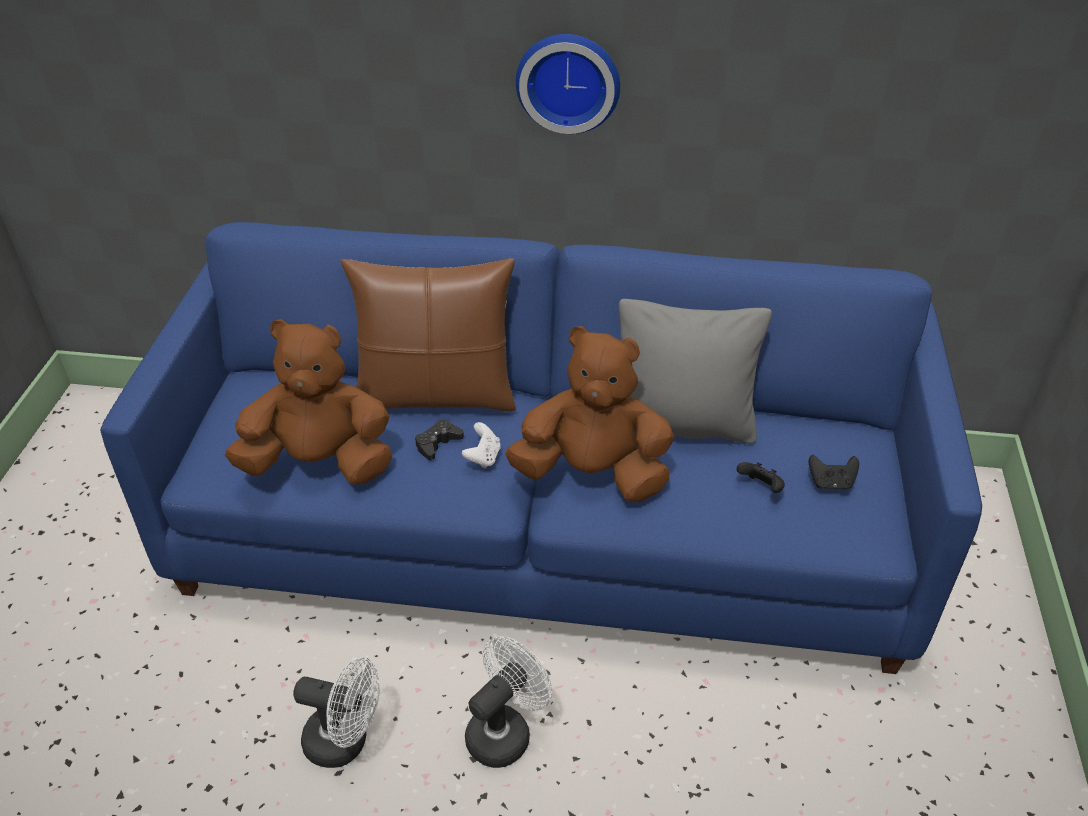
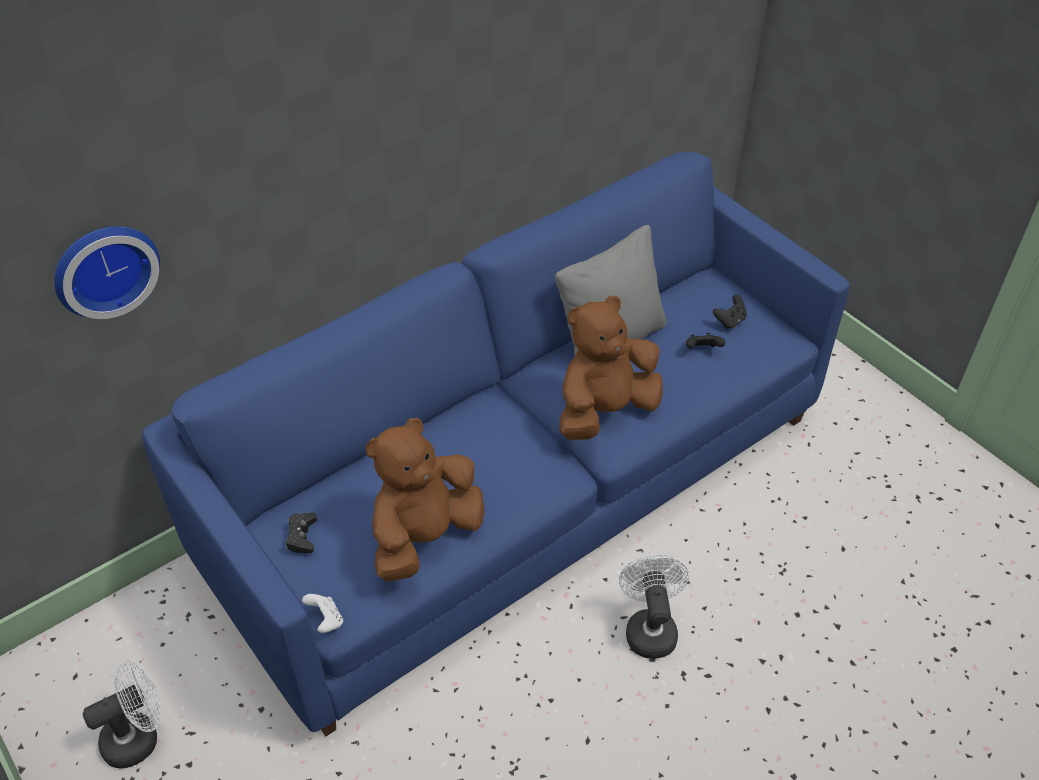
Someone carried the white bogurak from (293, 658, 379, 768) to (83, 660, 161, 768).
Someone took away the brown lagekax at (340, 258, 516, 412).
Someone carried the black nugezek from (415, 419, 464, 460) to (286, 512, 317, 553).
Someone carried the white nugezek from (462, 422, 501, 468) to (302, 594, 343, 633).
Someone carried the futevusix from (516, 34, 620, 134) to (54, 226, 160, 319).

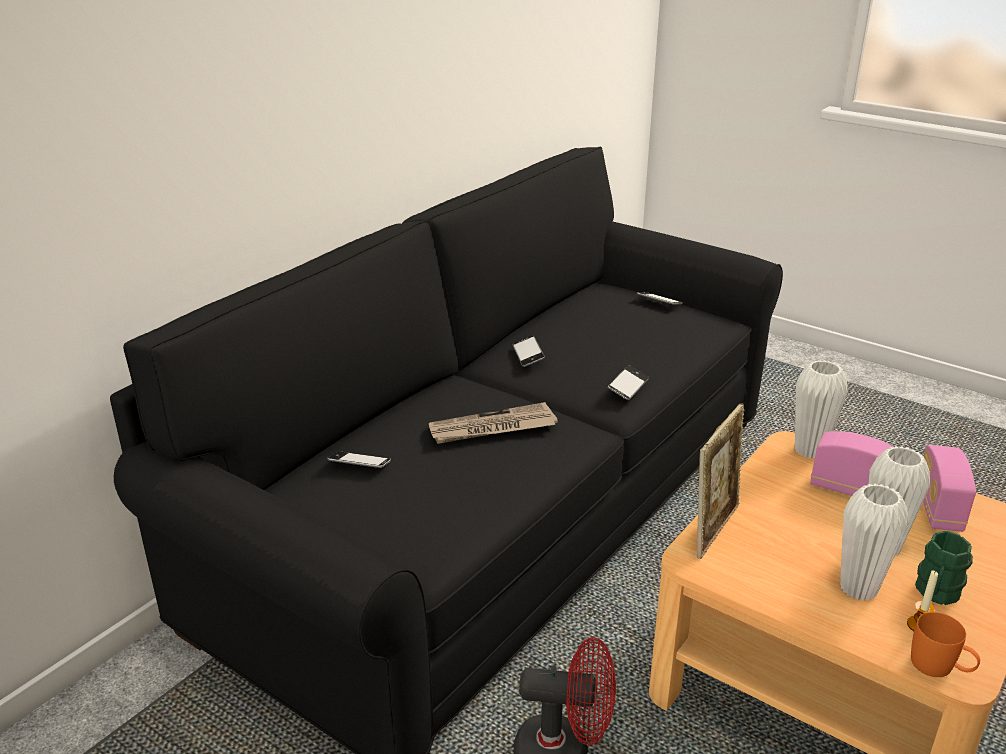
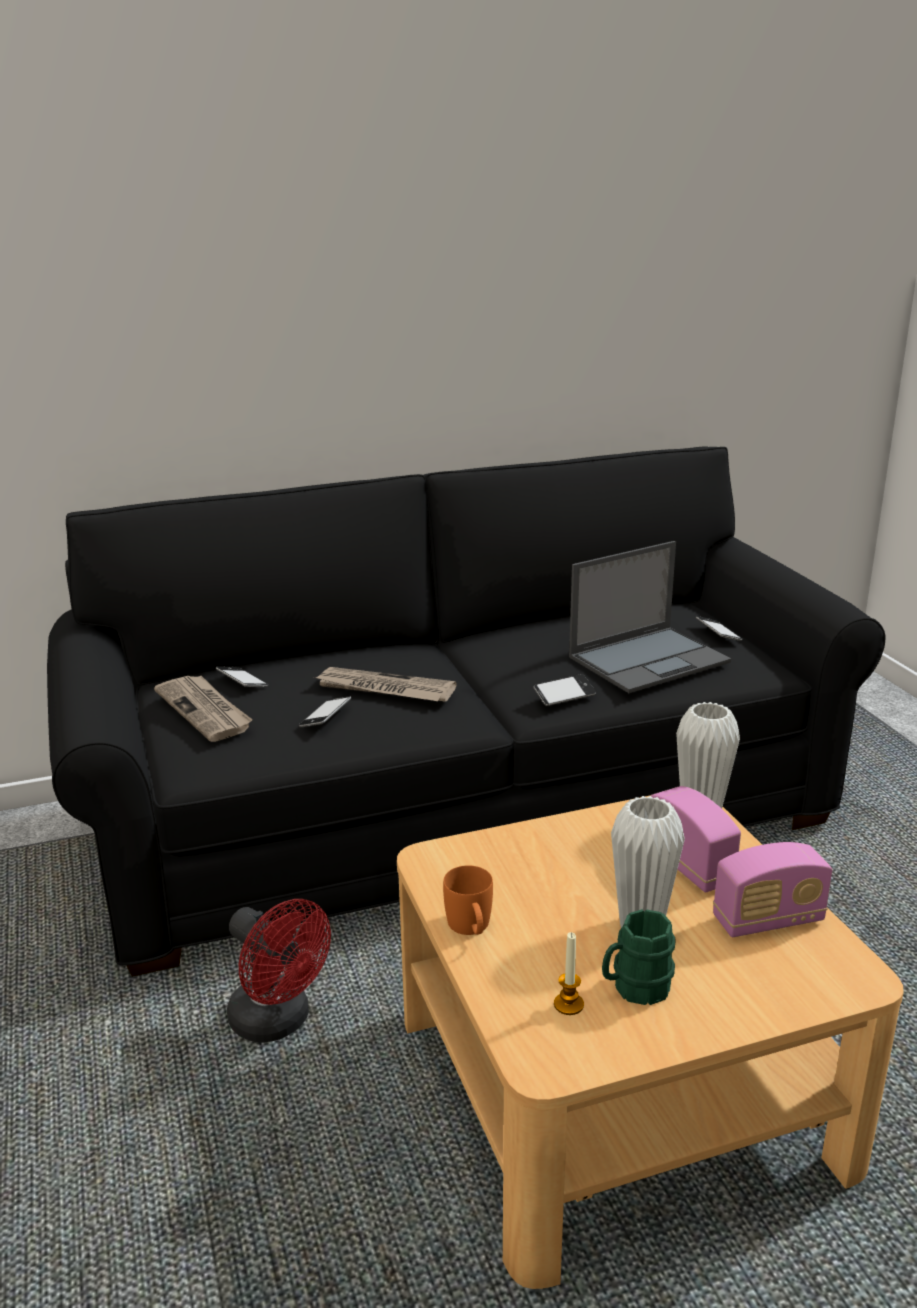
Someone carried the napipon from (513, 335, 545, 367) to (299, 696, 351, 728).
Someone took away the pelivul at (697, 403, 745, 559).
Someone took away the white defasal at (840, 484, 908, 601).
Someone carried the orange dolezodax from (911, 612, 980, 677) to (443, 865, 493, 935).
Someone rotated the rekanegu at (923, 445, 976, 532) by 150 degrees counterclockwise.
Someone put down the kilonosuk at (154, 676, 253, 742).
Someone put down the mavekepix at (569, 541, 731, 693).

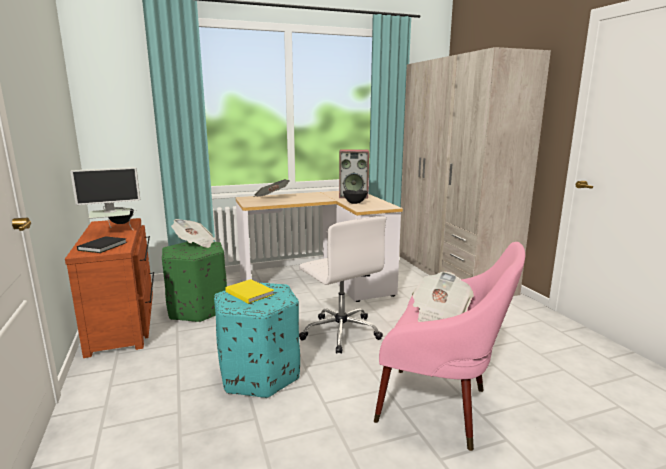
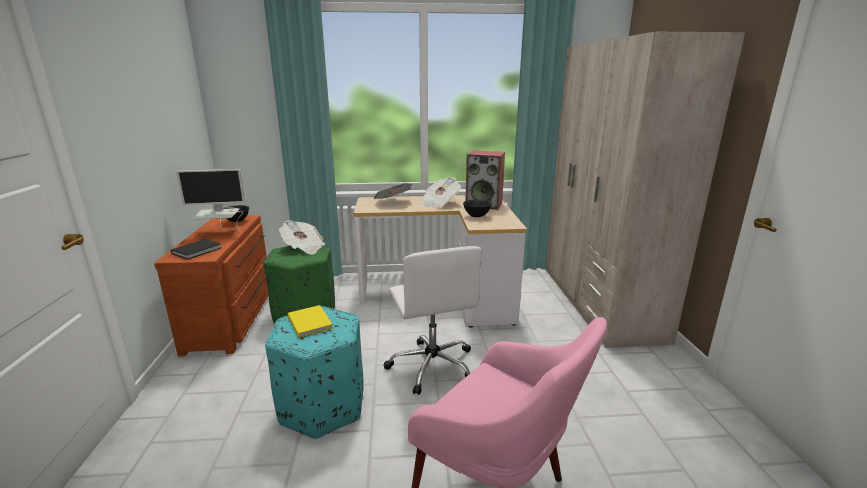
Someone carried the kilonosuk from (412, 271, 474, 322) to (420, 177, 461, 208).

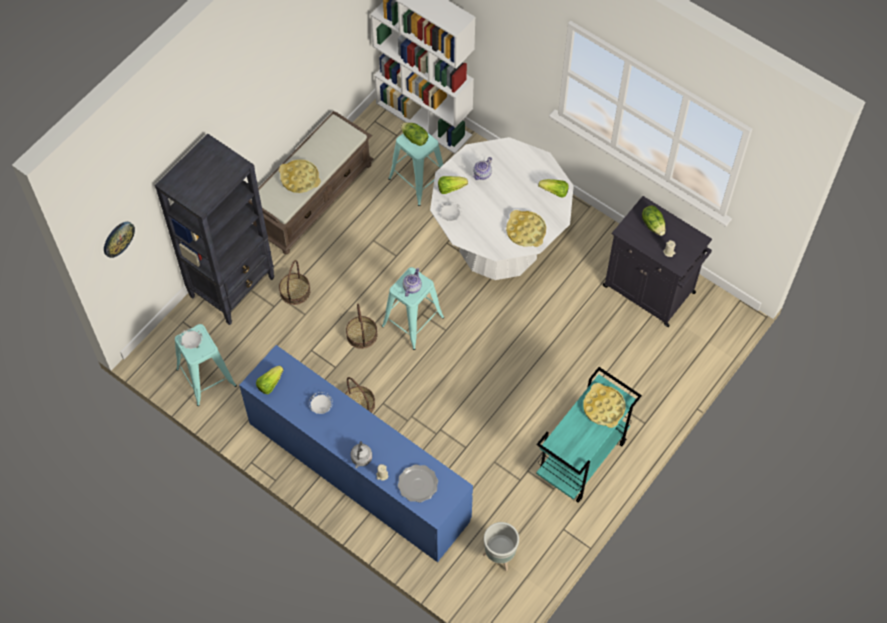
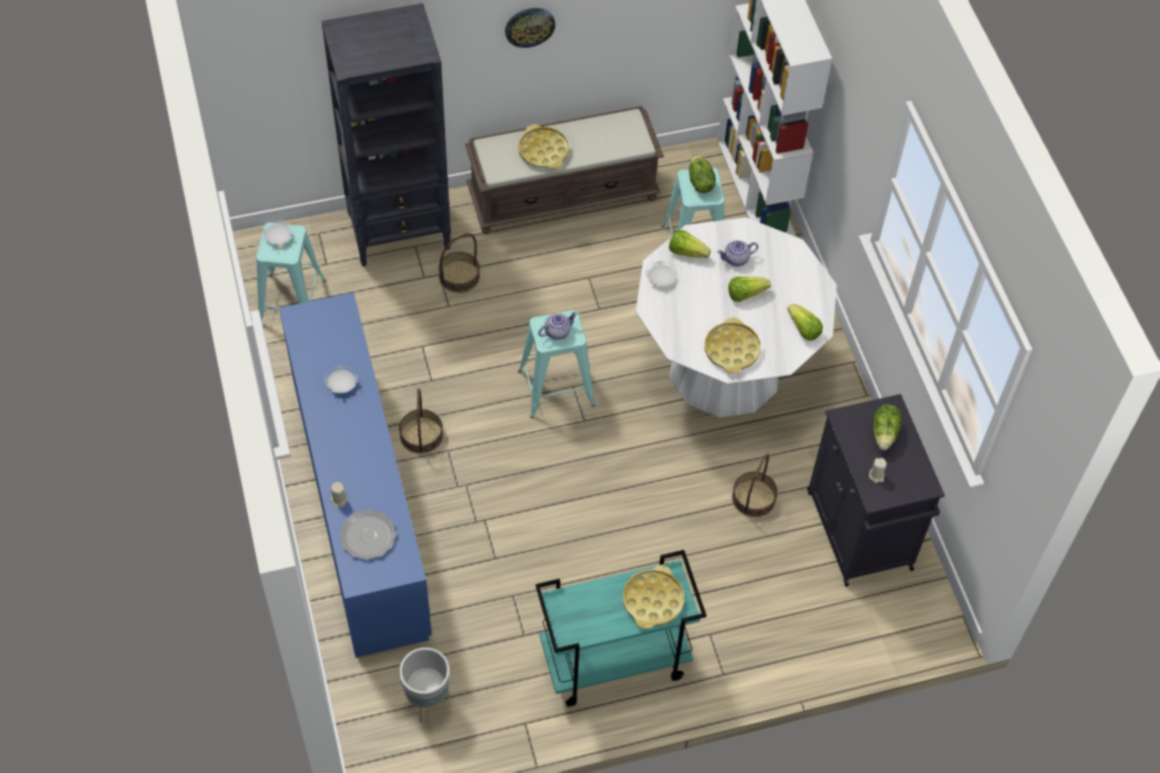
Someone carried the futevusix from (104, 222, 135, 258) to (505, 8, 555, 48).
Someone carried the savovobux from (256, 366, 283, 394) to (728, 276, 771, 302).
Someone carried the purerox from (346, 304, 377, 349) to (732, 454, 778, 517).
Someone took away the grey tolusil at (350, 441, 372, 468).

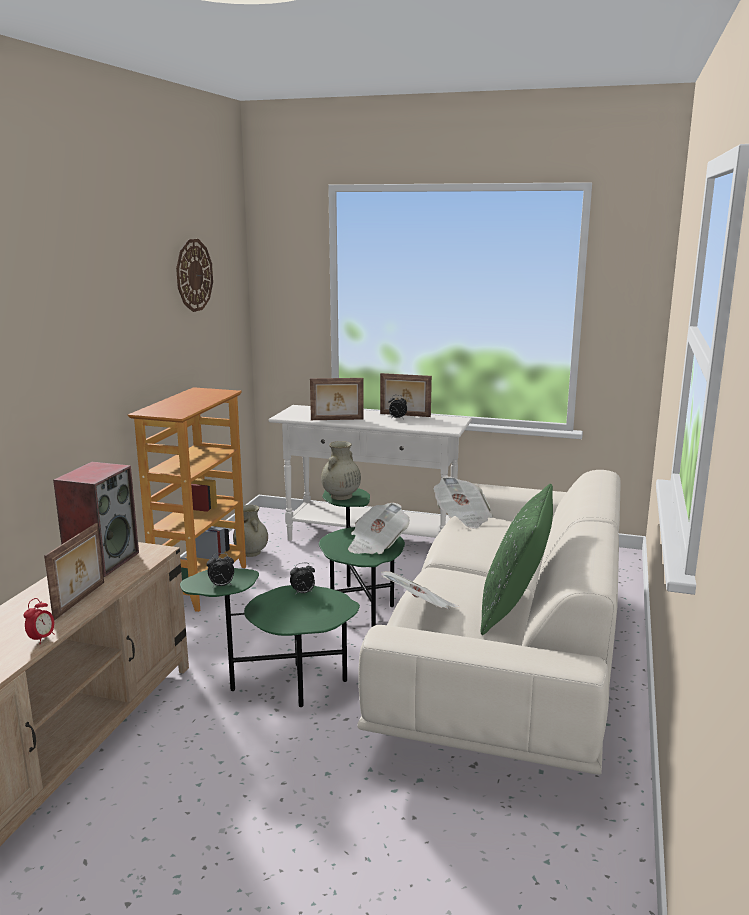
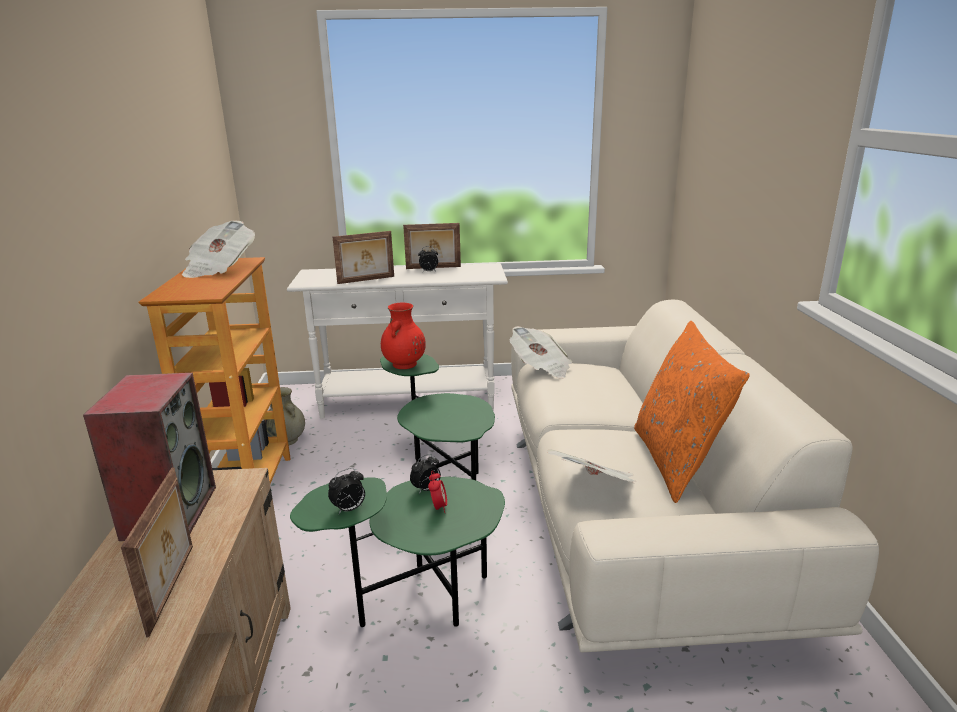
Someone carried the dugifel from (23, 598, 55, 645) to (428, 470, 447, 513).
Someone took away the futevusix at (176, 239, 213, 312).
Someone repainted the beige defasal at (321, 441, 361, 500), which became the red defasal at (381, 302, 426, 369).
Someone carried the kilonosuk from (348, 503, 410, 554) to (182, 220, 255, 278).
Someone repainted the green lagekax at (481, 484, 553, 635), which became the orange lagekax at (634, 321, 750, 503).

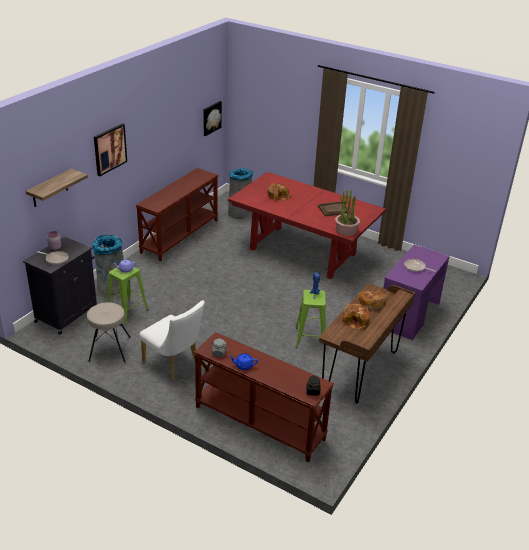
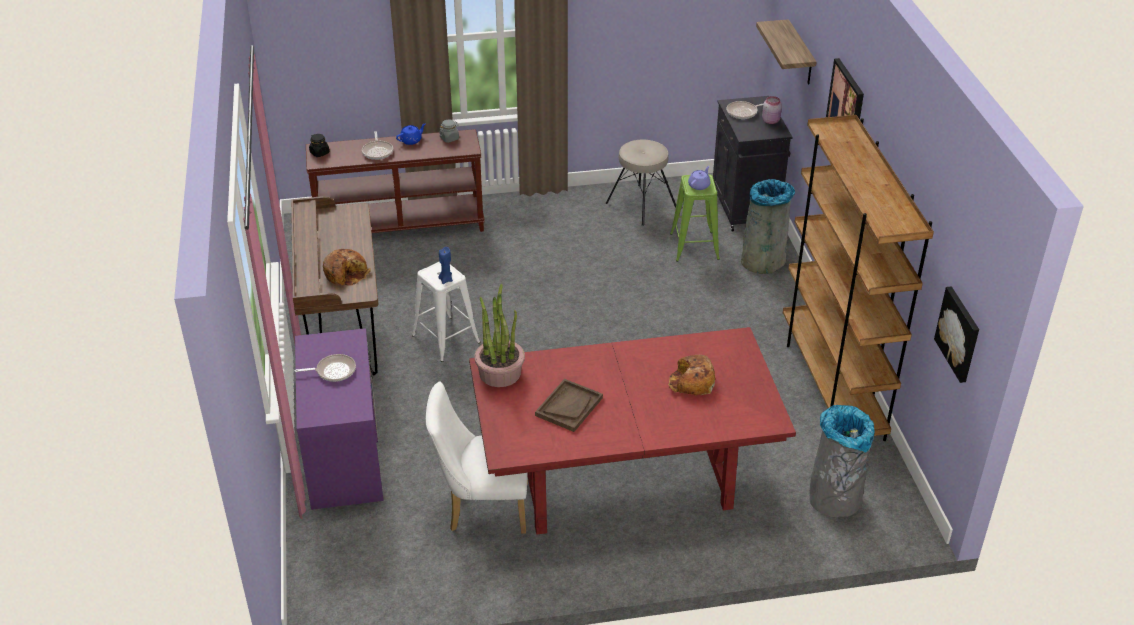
Someone swapped the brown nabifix at (136, 168, 218, 261) for the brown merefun at (783, 115, 934, 441).
Someone carried the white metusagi from (139, 300, 205, 381) to (425, 381, 528, 534).
Someone repainted the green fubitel at (295, 290, 326, 350), which became the white fubitel at (412, 262, 480, 362).
Someone took away the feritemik at (342, 304, 370, 329).
Someone put down the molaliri at (362, 131, 393, 160).

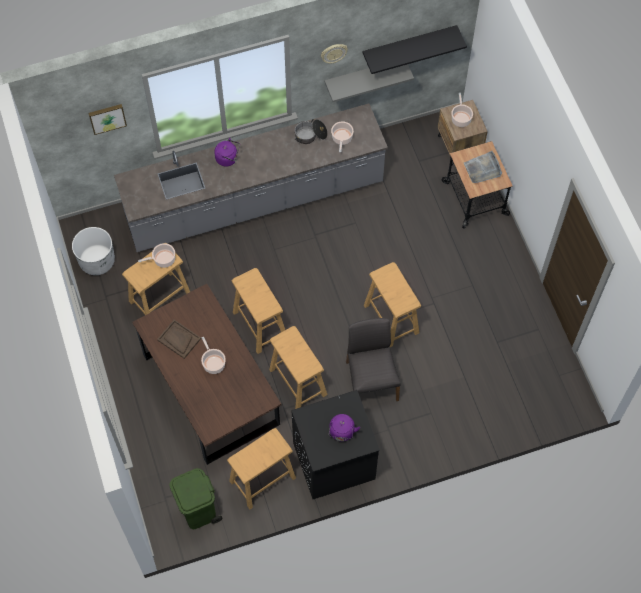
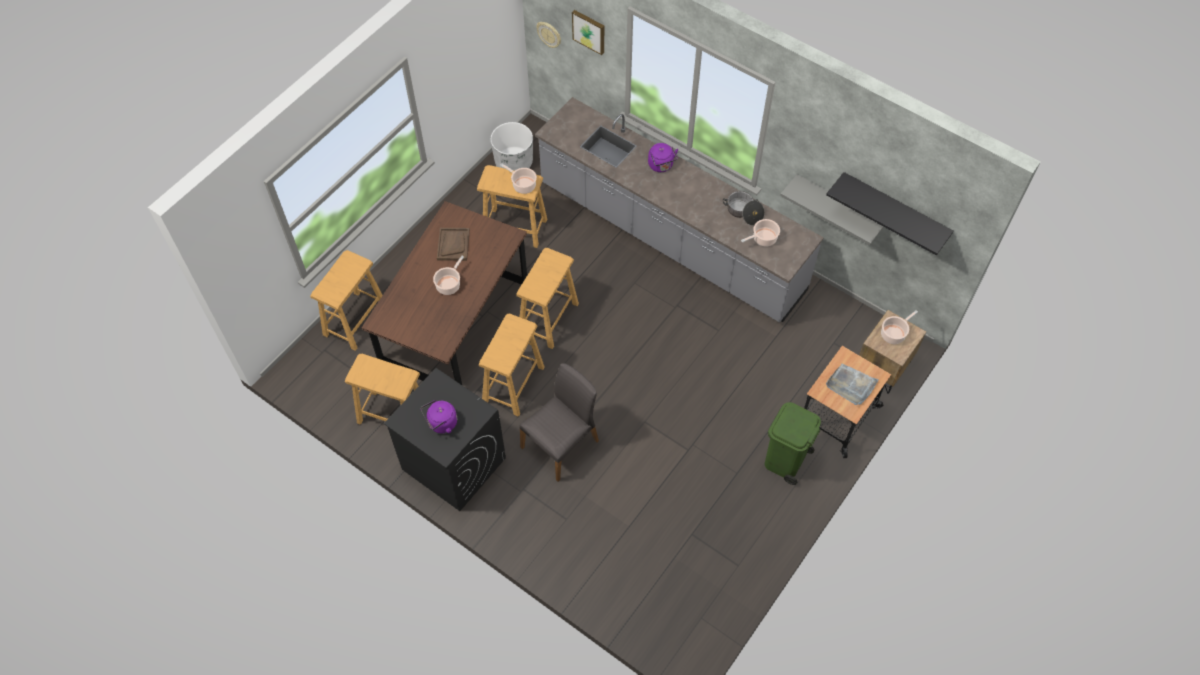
Someone carried the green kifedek from (169, 468, 223, 529) to (765, 402, 821, 485).
Someone carried the futevusix from (321, 44, 348, 64) to (536, 22, 561, 48).
Someone carried the beige fubitel from (364, 262, 421, 347) to (310, 250, 383, 351).

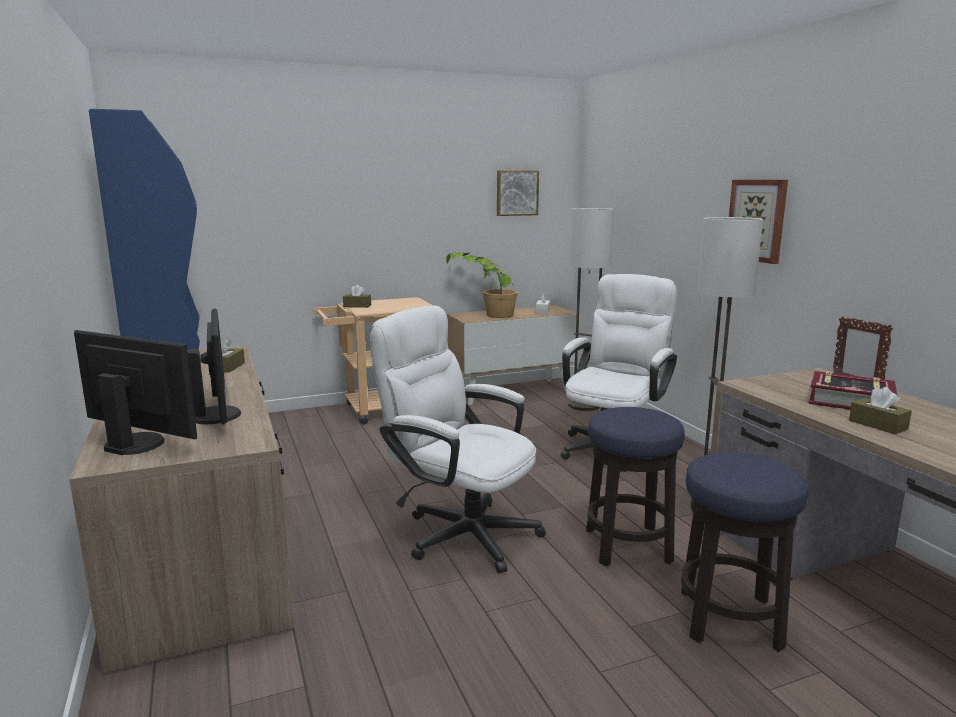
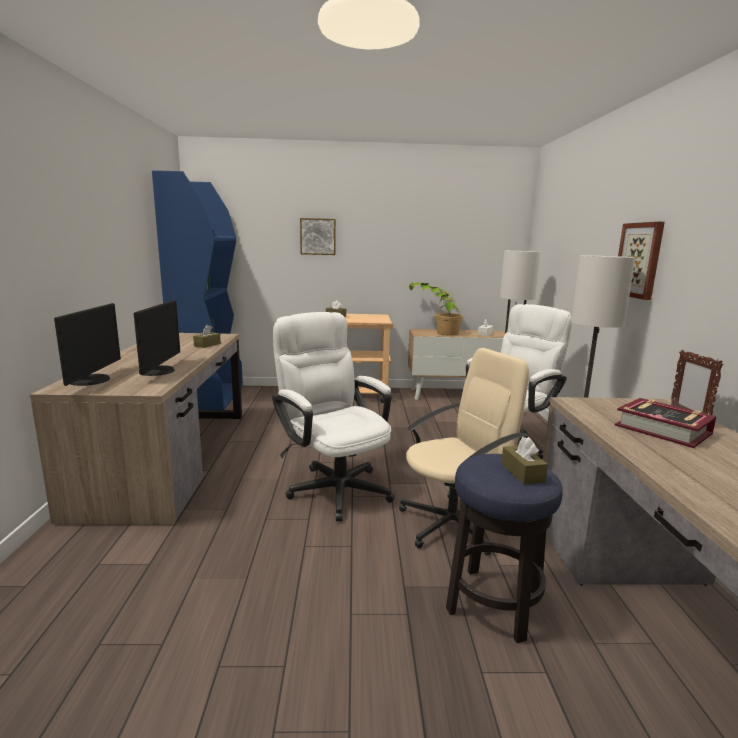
Someone rotated the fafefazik at (74, 330, 197, 455) by 45 degrees clockwise.
Someone carried the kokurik from (497, 170, 539, 216) to (300, 218, 336, 255).
Someone swapped the fubitel at (586, 407, 685, 567) for the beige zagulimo at (399, 348, 529, 555).
Someone carried the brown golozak from (849, 387, 912, 434) to (501, 437, 548, 484).

